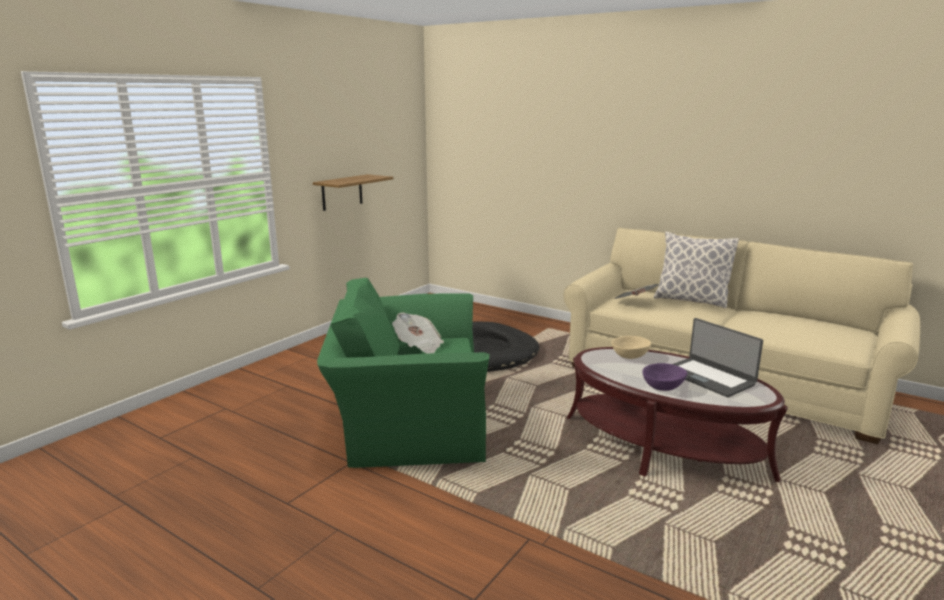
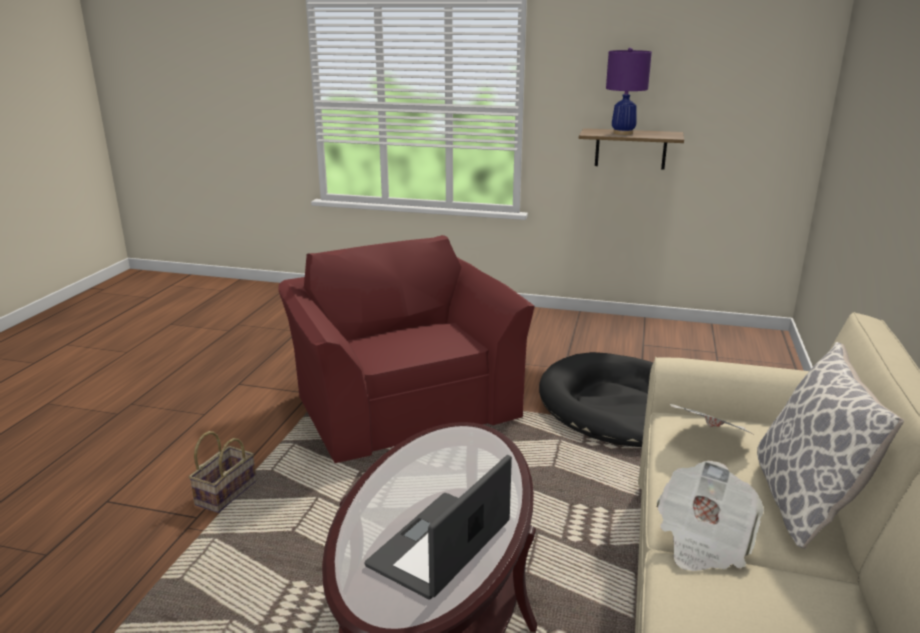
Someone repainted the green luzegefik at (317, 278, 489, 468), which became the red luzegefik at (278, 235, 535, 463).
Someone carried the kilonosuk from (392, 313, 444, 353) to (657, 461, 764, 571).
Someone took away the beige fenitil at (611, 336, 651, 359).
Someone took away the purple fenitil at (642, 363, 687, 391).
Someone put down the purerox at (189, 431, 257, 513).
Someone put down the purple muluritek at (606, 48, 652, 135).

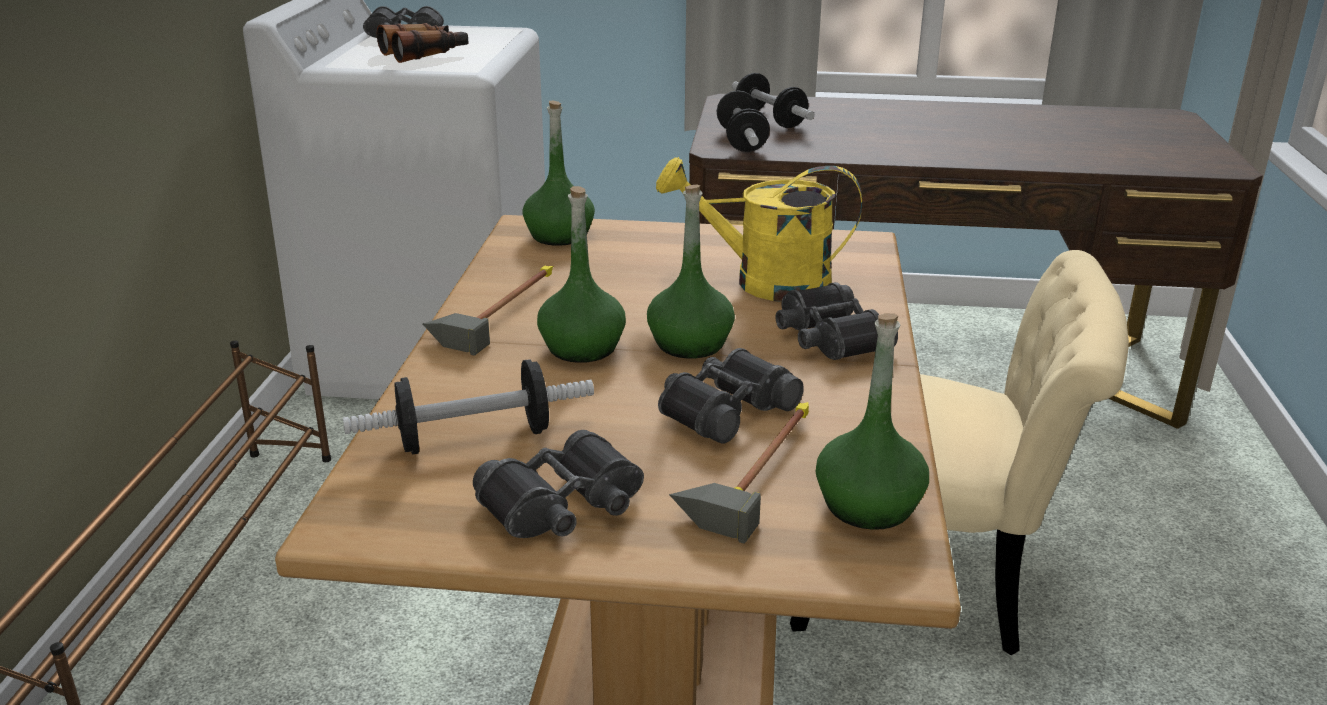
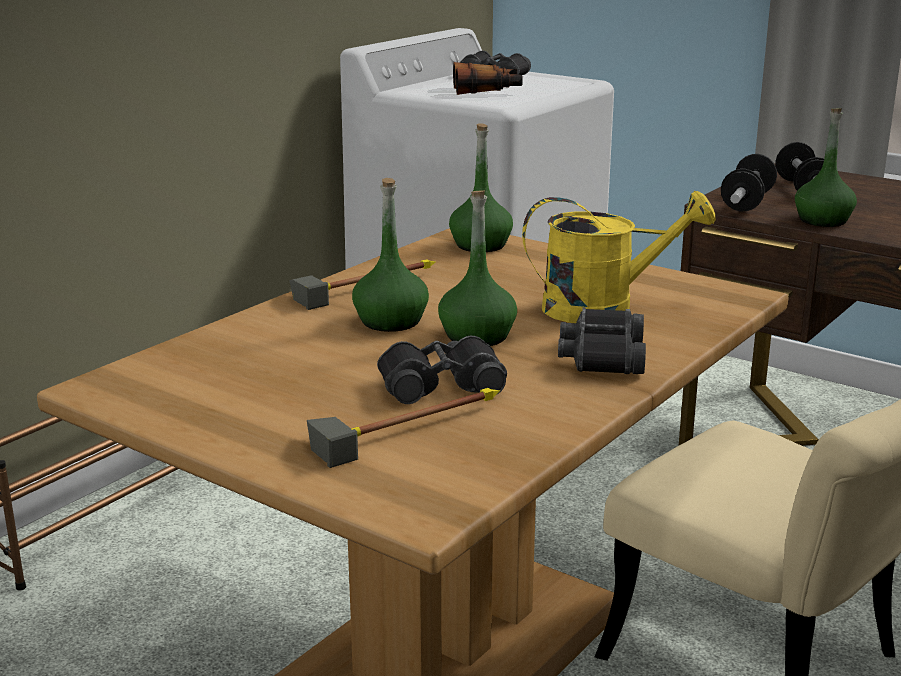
Someone took away the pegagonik at (343, 359, 594, 454).
Someone took away the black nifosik at (473, 430, 644, 538).
Someone rotated the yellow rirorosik at (656, 157, 862, 302) by 135 degrees clockwise.
Someone carried the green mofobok from (816, 313, 929, 530) to (795, 108, 857, 227).

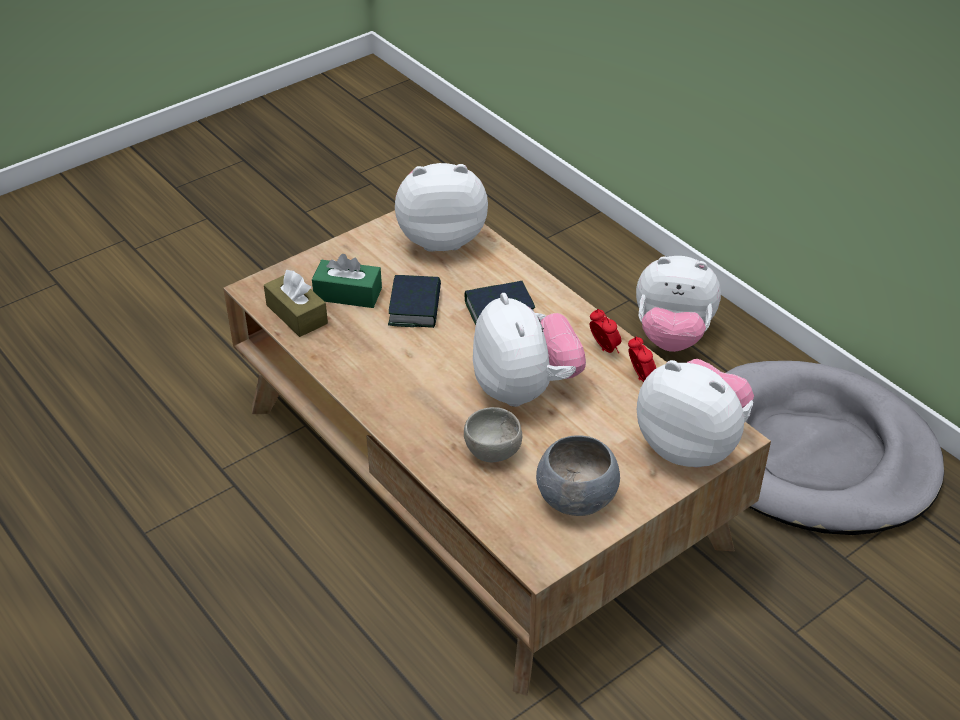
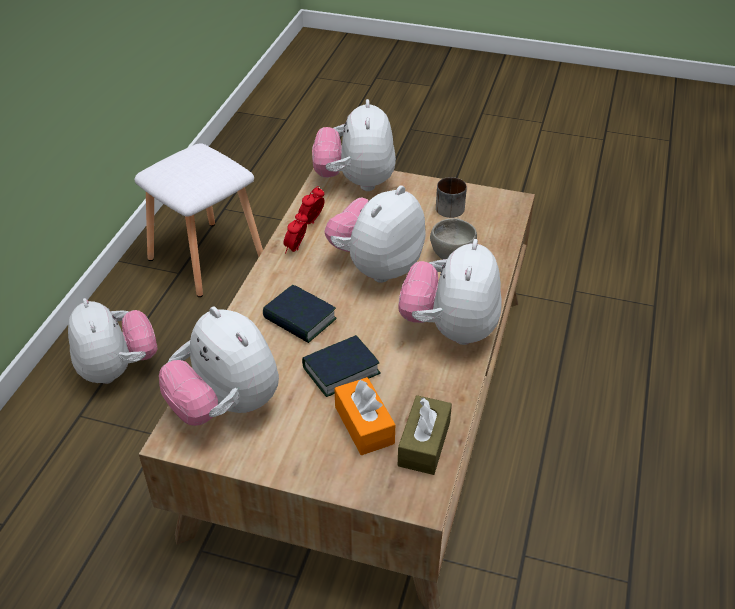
Someone repainted the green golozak at (312, 254, 382, 308), which became the orange golozak at (334, 377, 395, 455).
Someone swapped the grey fenitil at (536, 435, 620, 516) for the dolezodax at (436, 177, 467, 218).
Someone swapped the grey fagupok at (726, 361, 944, 535) for the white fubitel at (134, 143, 263, 297).
Someone put down the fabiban at (399, 239, 502, 345).

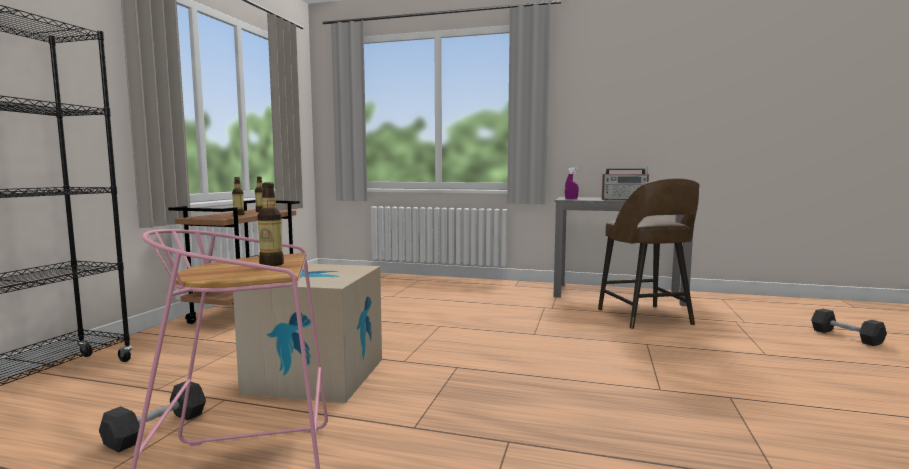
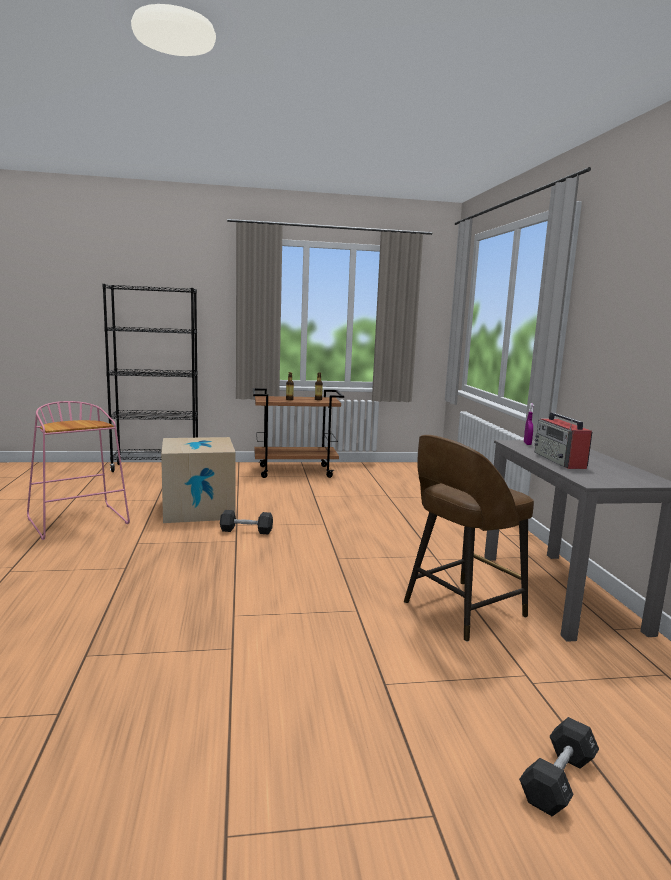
Someone carried the black pegagonik from (99, 381, 206, 452) to (220, 510, 273, 534).
Someone took away the mofobok at (257, 182, 284, 266).

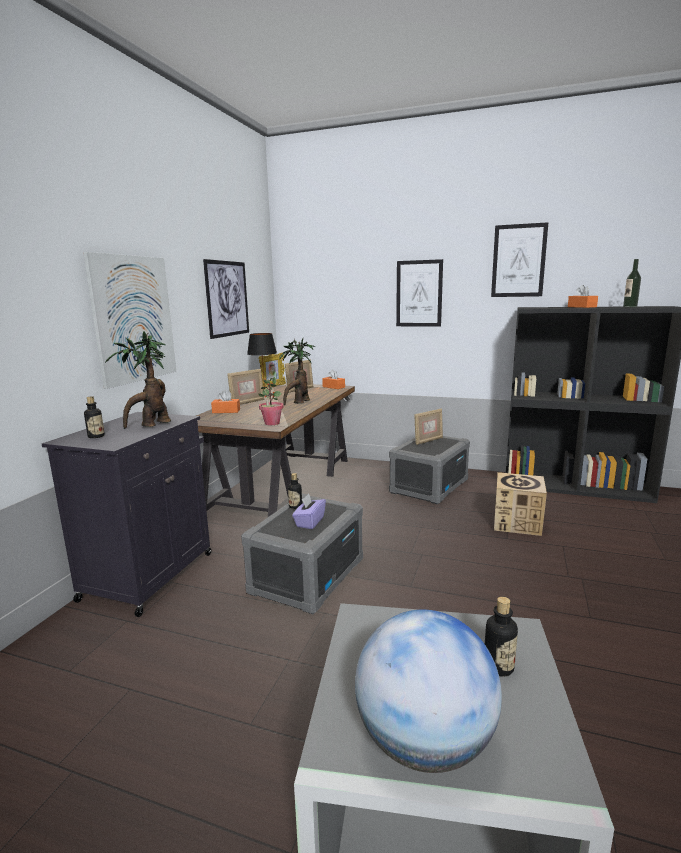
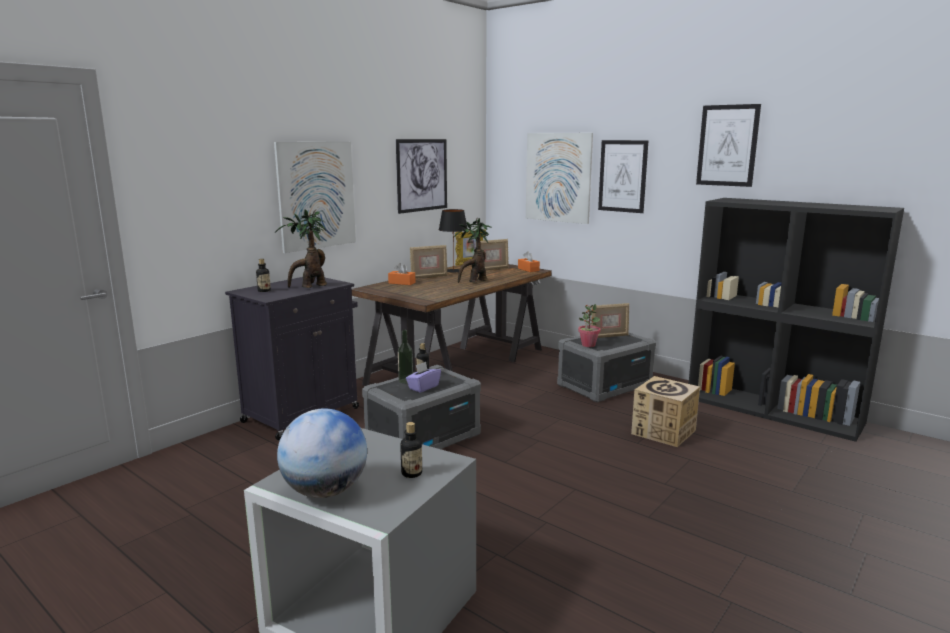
Someone carried the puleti from (258, 377, 283, 425) to (578, 304, 600, 347).
Someone took away the orange golozak at (568, 285, 598, 308).
Someone carried the mofobok from (623, 259, 641, 307) to (398, 330, 413, 384).
Someone put up the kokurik at (526, 133, 593, 224).

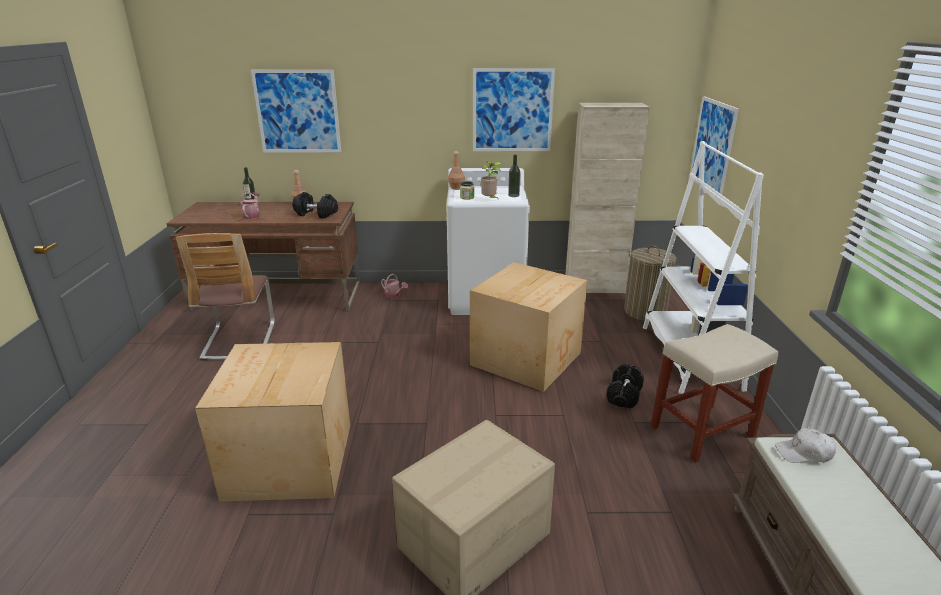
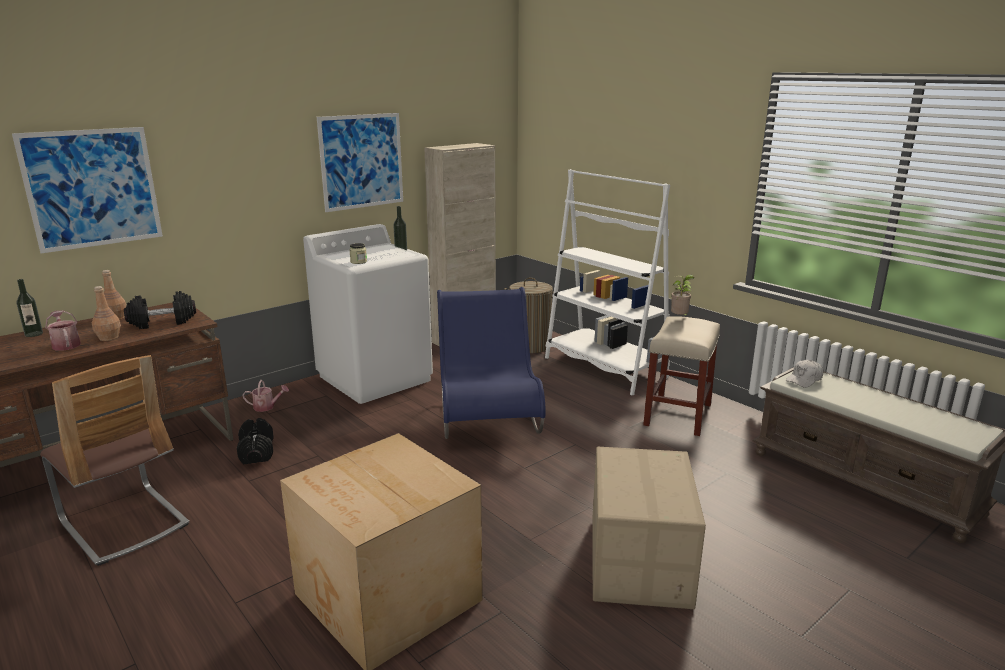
Someone carried the brown mofobok from (448, 151, 465, 190) to (92, 286, 121, 341).
Someone swapped the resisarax at (470, 262, 588, 392) for the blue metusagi at (437, 287, 546, 439).
Someone carried the puleti from (481, 162, 501, 198) to (671, 274, 694, 316).
Someone carried the black pegagonik from (607, 364, 644, 408) to (237, 418, 273, 464).
Someone took away the kokurik at (689, 96, 739, 195).

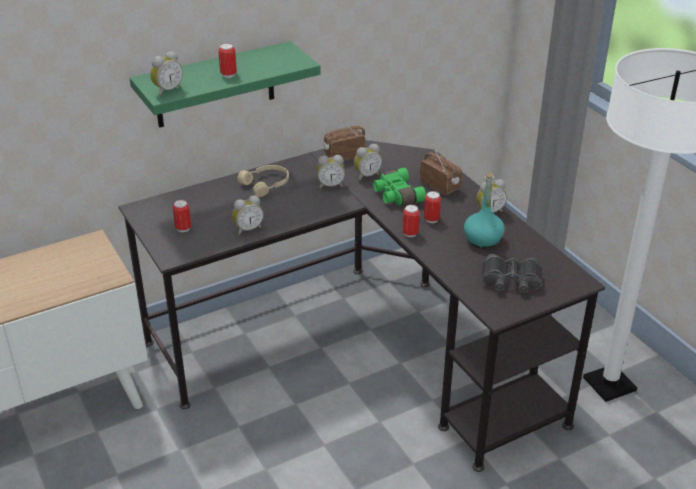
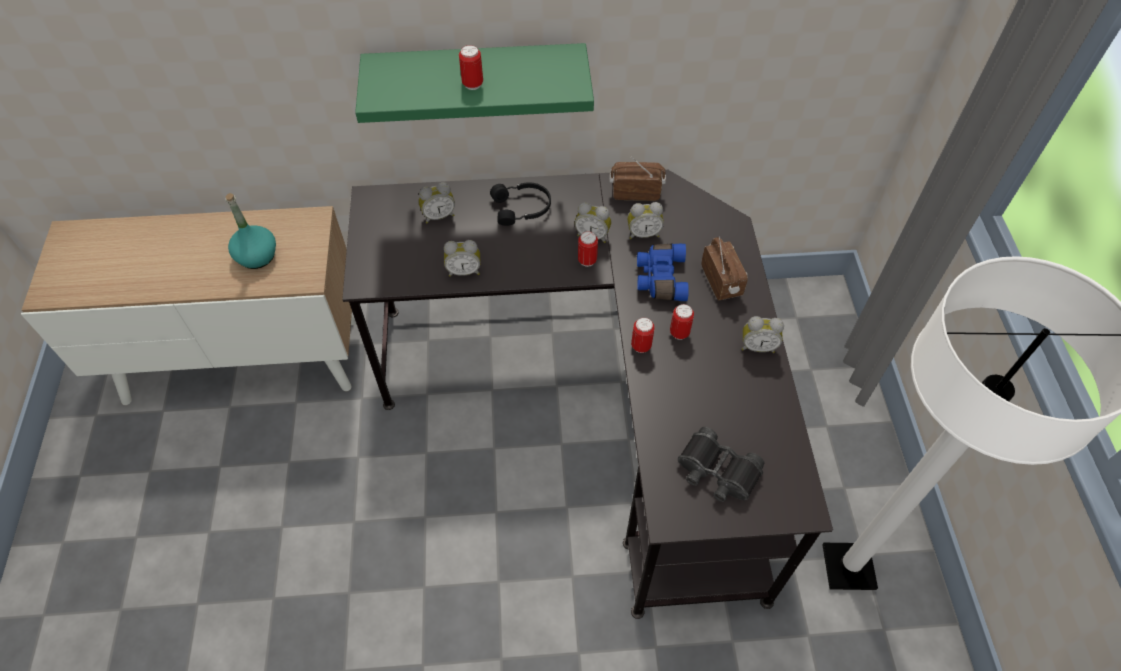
Someone carried the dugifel from (150, 51, 183, 96) to (419, 182, 455, 223).
Someone carried the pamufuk from (173, 200, 191, 232) to (578, 231, 598, 267).
Someone repainted the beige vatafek at (238, 165, 289, 197), which became the black vatafek at (490, 182, 551, 226).
Someone repainted the green nifosik at (373, 168, 426, 206), which became the blue nifosik at (637, 243, 689, 301).
Someone carried the turquoise mofobok from (464, 173, 505, 248) to (225, 193, 276, 269).

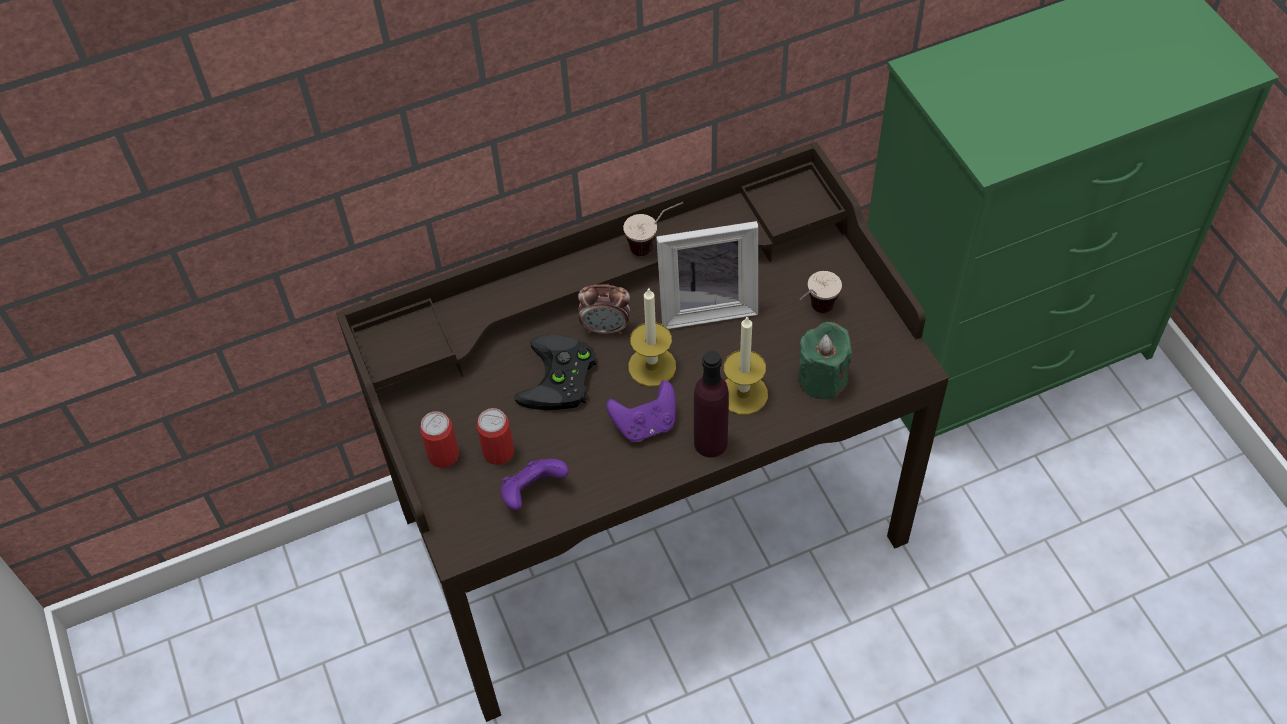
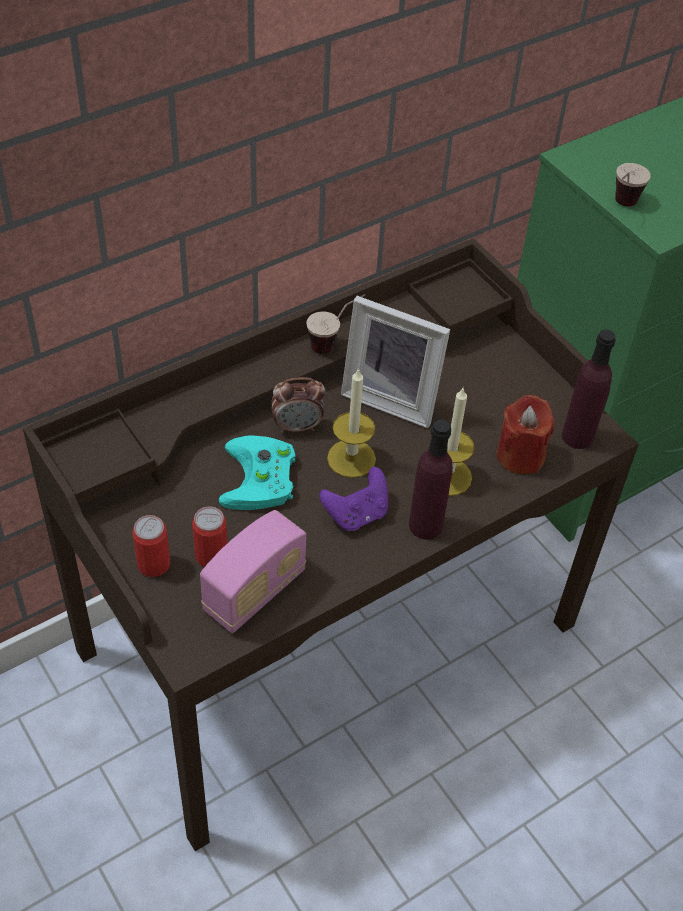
Someone swapped the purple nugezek at (501, 459, 569, 510) for the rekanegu at (200, 510, 306, 633).
Someone repainted the black nugezek at (515, 335, 597, 410), which became the turquoise nugezek at (219, 435, 296, 510).
Someone rotated the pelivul at (656, 221, 758, 329) by 45 degrees clockwise.
Someone repainted the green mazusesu at (798, 322, 852, 400), which became the red mazusesu at (497, 395, 555, 474).
Someone carried the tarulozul from (799, 271, 842, 313) to (615, 163, 651, 207).
Someone put down the purple mofobok at (562, 329, 616, 449).

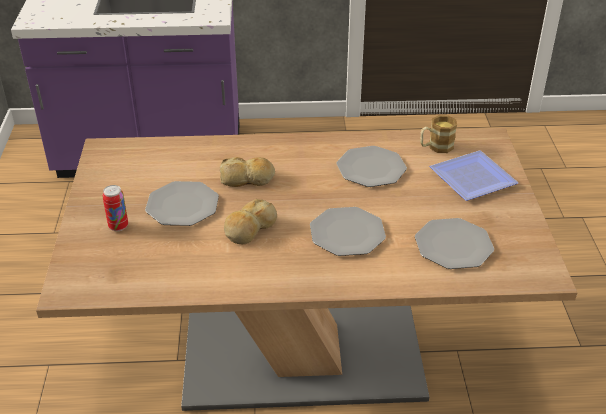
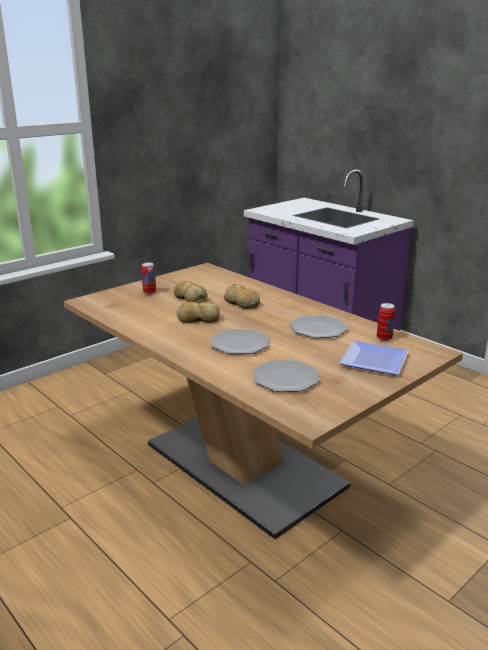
Someone swapped the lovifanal at (145, 181, 219, 226) for the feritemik at (174, 281, 208, 303).
Someone swapped the dolezodax at (420, 115, 457, 153) for the pamufuk at (377, 303, 395, 341).

